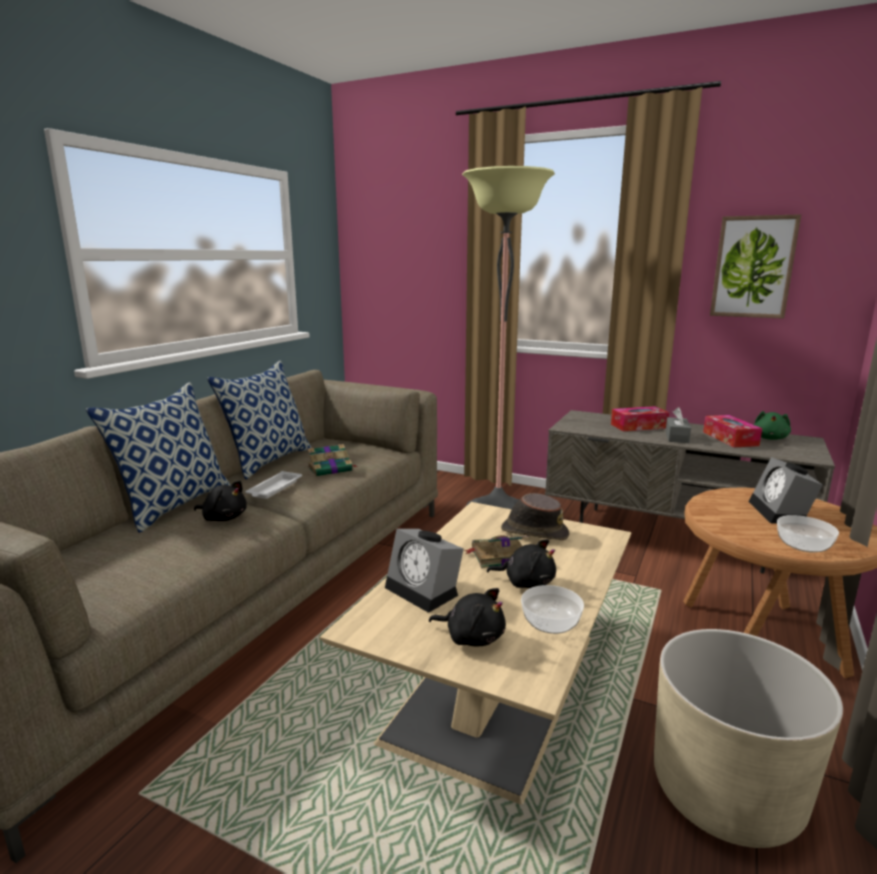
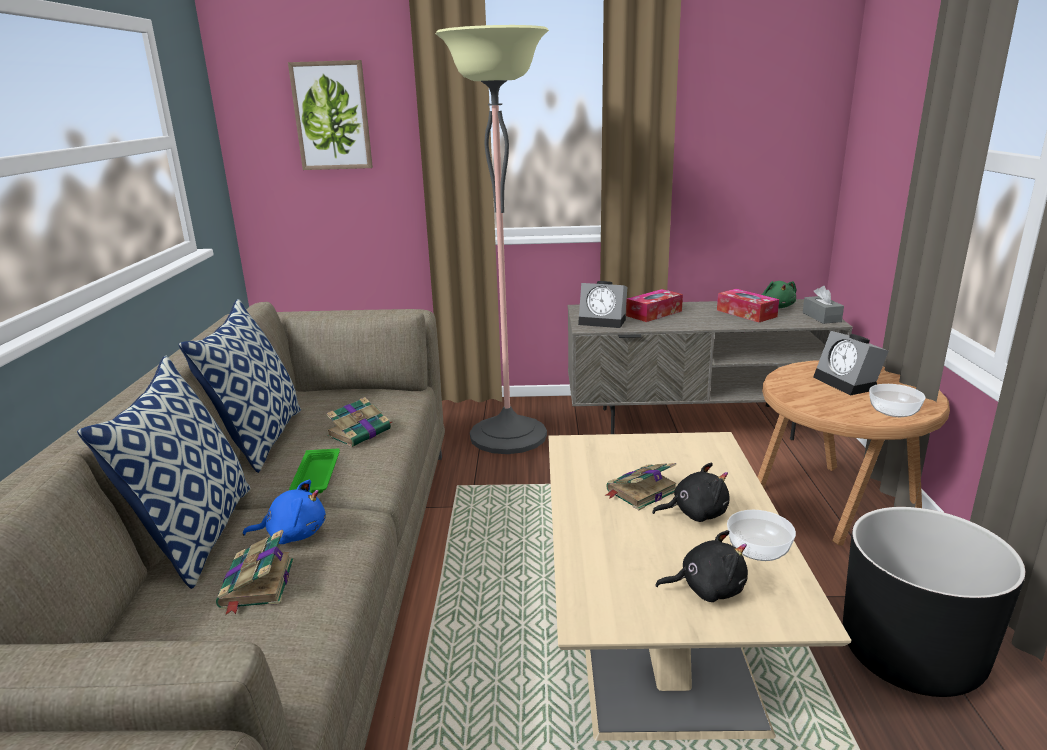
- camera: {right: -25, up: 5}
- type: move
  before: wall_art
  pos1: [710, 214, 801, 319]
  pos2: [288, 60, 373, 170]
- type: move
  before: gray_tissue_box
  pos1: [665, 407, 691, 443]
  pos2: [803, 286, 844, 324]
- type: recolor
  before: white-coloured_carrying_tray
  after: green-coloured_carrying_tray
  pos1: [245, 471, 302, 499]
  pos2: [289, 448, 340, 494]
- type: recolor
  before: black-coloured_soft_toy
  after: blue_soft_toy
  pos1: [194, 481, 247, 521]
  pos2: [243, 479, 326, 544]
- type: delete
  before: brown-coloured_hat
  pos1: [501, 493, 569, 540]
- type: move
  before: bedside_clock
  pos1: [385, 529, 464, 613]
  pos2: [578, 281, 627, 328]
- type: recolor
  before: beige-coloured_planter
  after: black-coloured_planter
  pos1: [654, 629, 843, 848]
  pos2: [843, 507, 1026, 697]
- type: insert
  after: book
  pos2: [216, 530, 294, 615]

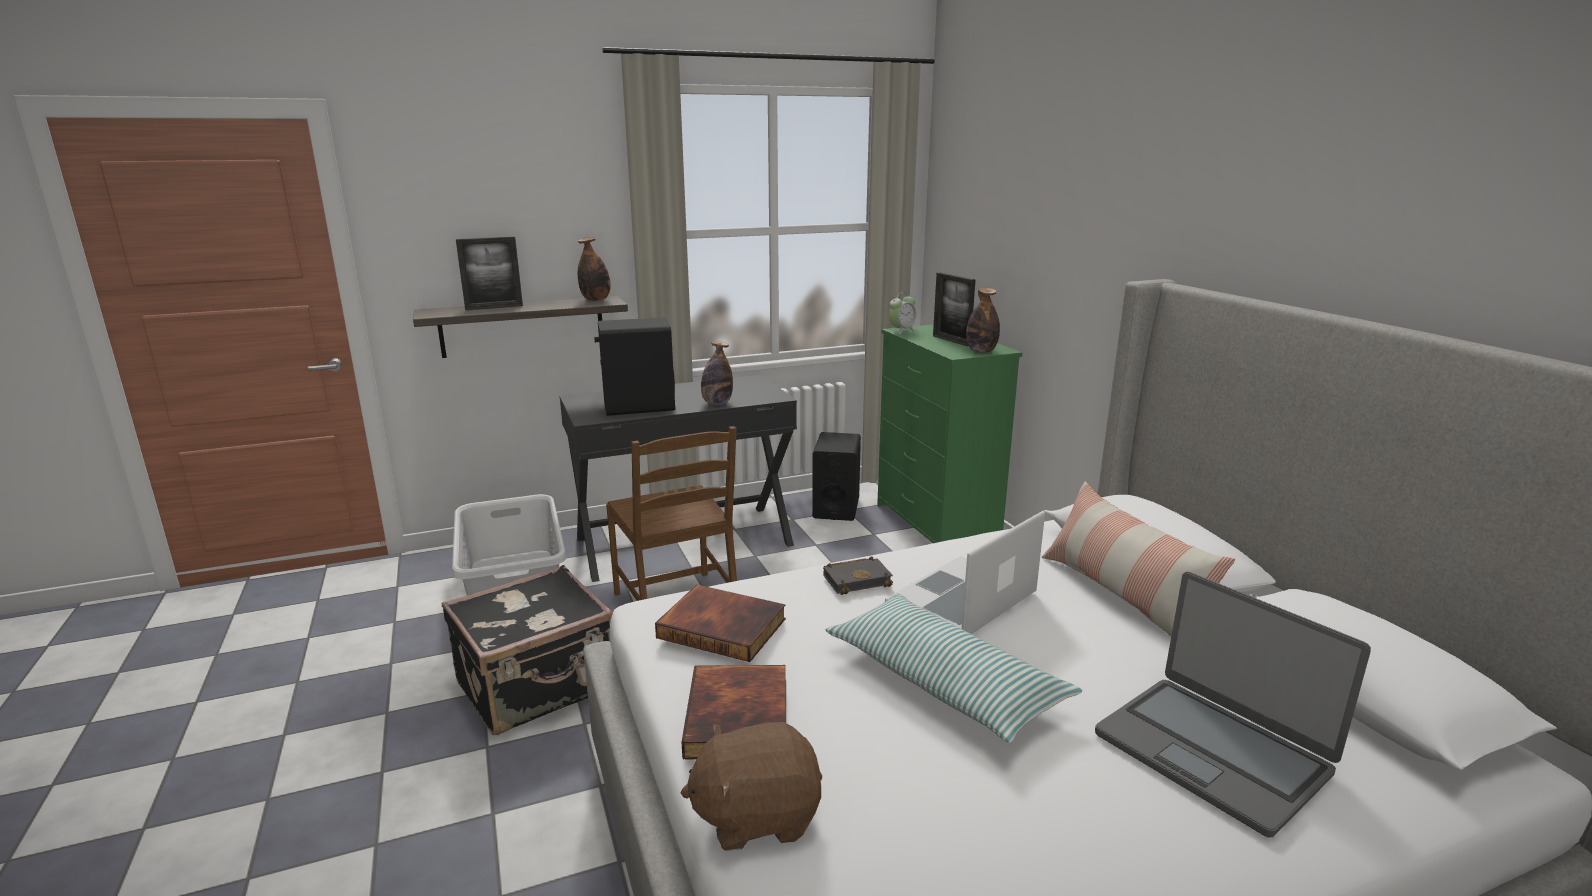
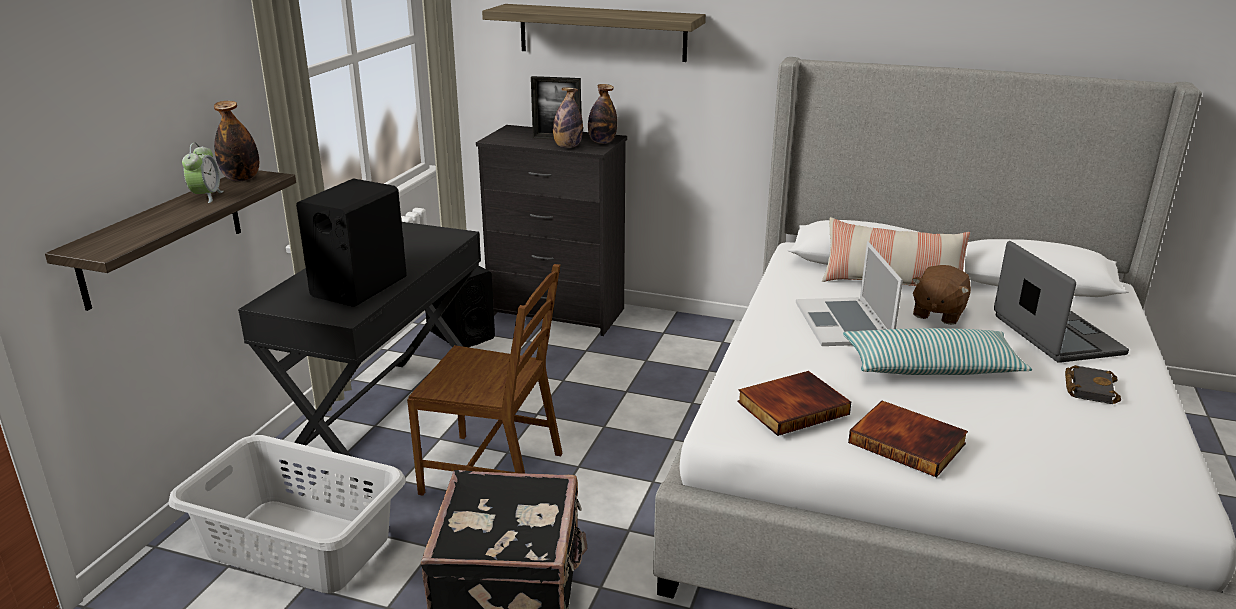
- camera: {right: -50, up: 5}
- type: delete
  before: standing_frame
  pos1: [456, 236, 523, 310]
- type: move
  before: bedside_clock
  pos1: [889, 292, 916, 334]
  pos2: [182, 143, 224, 203]
- type: recolor
  before: green-coloured_dresser
  after: black-coloured_dresser
  pos1: [877, 324, 1022, 543]
  pos2: [476, 125, 627, 336]
- type: move
  before: bottle
  pos1: [701, 341, 733, 405]
  pos2: [553, 87, 583, 148]
- type: move
  before: black-coloured_book
  pos1: [823, 556, 893, 595]
  pos2: [1065, 365, 1121, 404]
- type: rotate
  before: portable_computer
  pos1: [1095, 572, 1371, 838]
  pos2: [994, 241, 1129, 363]
  turn: -105
- type: move
  before: brown-coloured_soft_toy
  pos1: [681, 722, 822, 851]
  pos2: [912, 265, 971, 325]
- type: insert
  after: wall_shelf
  pos2: [482, 4, 706, 62]

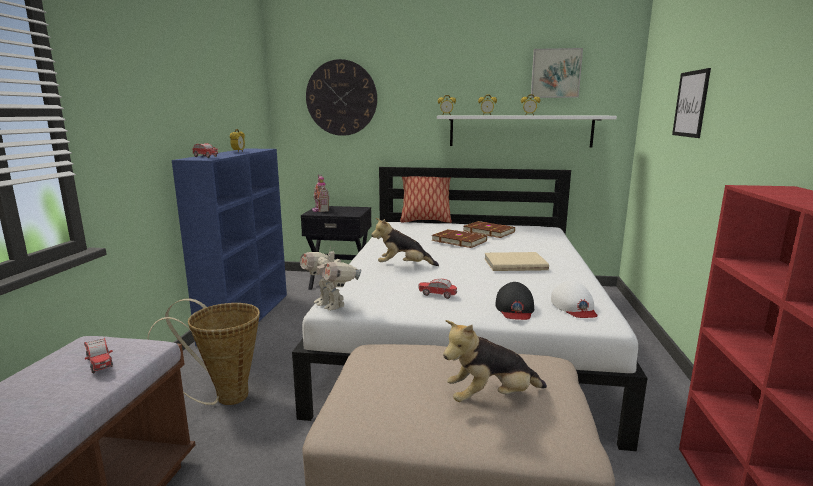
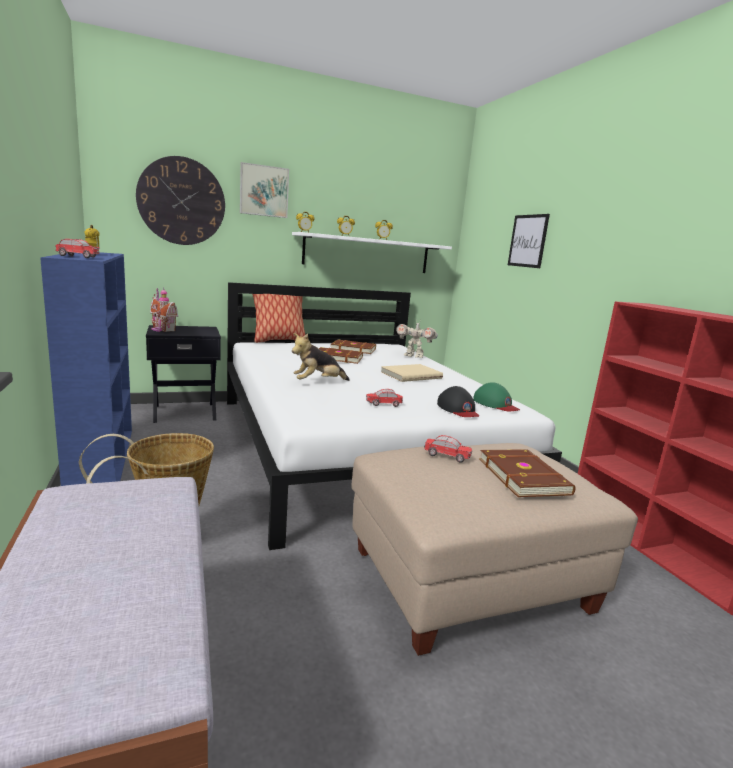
- camera: {right: -30, up: 0}
- type: move
  before: wall_art
  pos1: [531, 48, 583, 98]
  pos2: [240, 162, 289, 218]
- type: move
  before: toy_robot
  pos1: [300, 245, 361, 310]
  pos2: [396, 322, 438, 358]
- type: recolor
  before: white-coloured_baseball_cap
  after: green-coloured_baseball_cap
  pos1: [551, 281, 598, 318]
  pos2: [473, 382, 520, 411]
- type: replace
  before: soft_toy
  after: brown-coloured_book
  pos1: [443, 320, 547, 402]
  pos2: [479, 449, 575, 497]
- type: move
  before: miniature_car
  pos1: [84, 338, 113, 373]
  pos2: [424, 435, 472, 463]

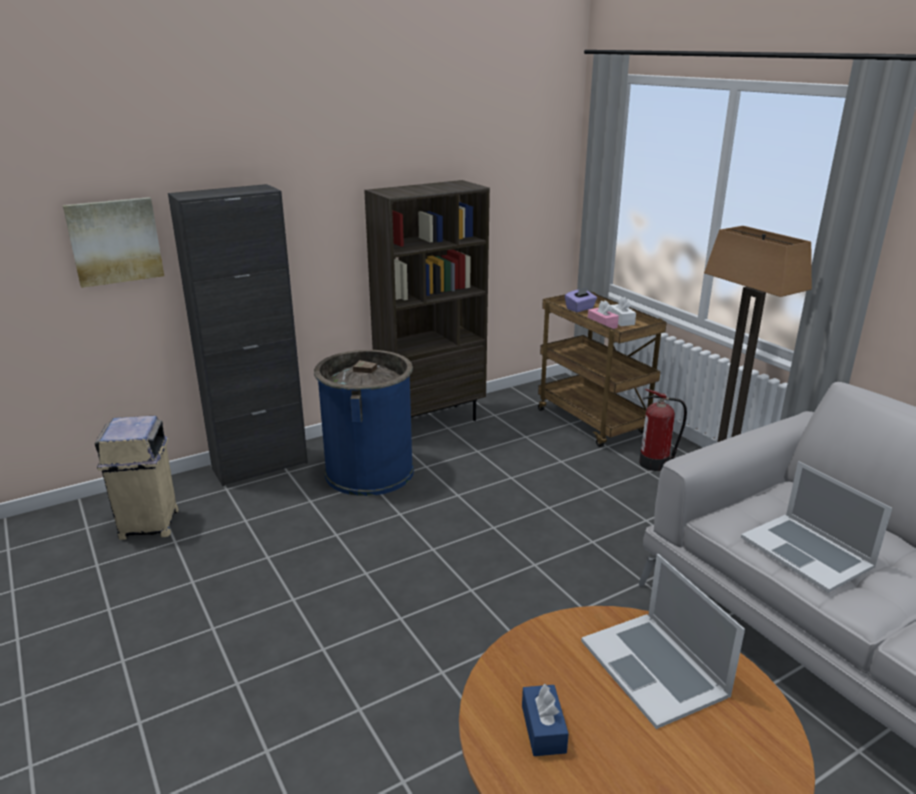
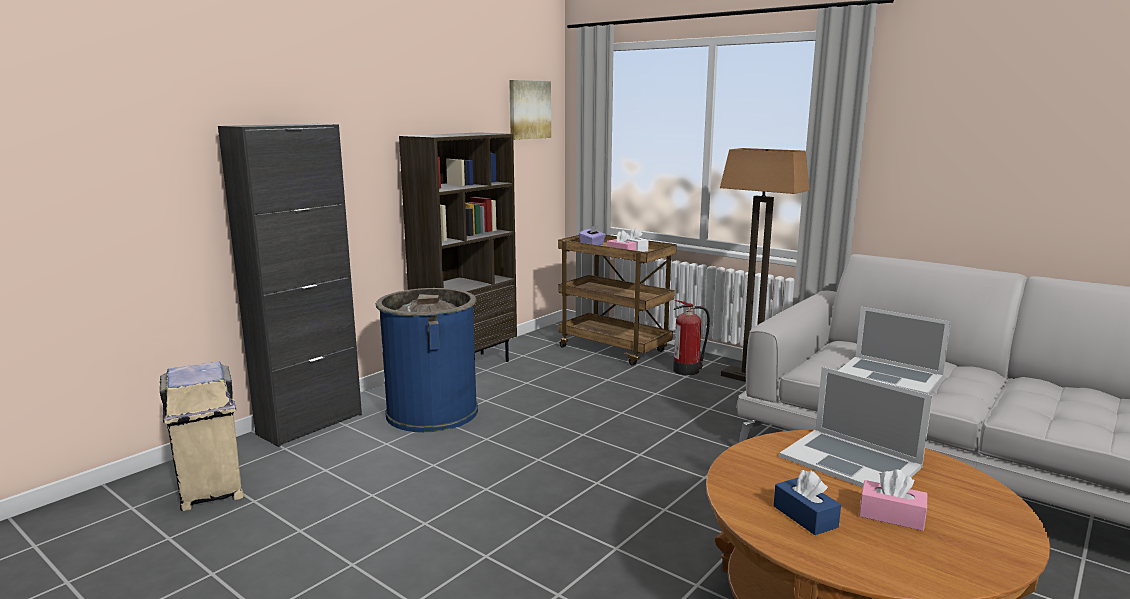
- camera: {right: -20, up: -10}
- type: move
  before: wall_art
  pos1: [63, 197, 164, 288]
  pos2: [509, 80, 551, 140]
- type: insert
  after: pink-coloured_tissue_box
  pos2: [859, 469, 927, 531]

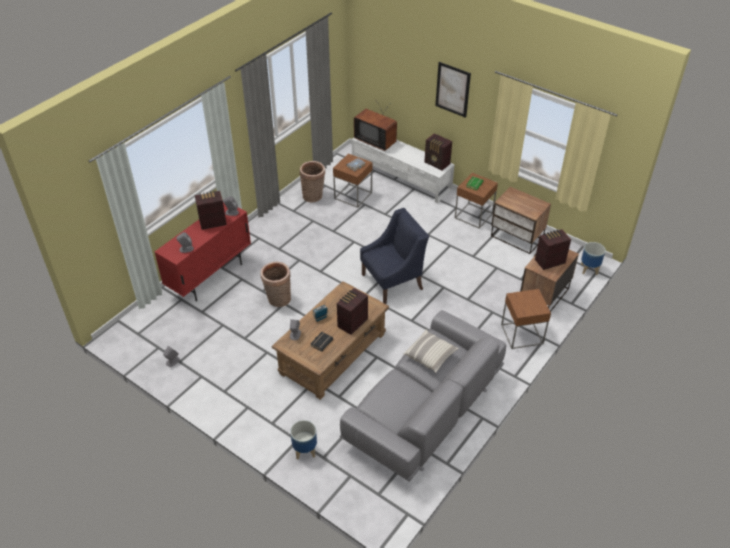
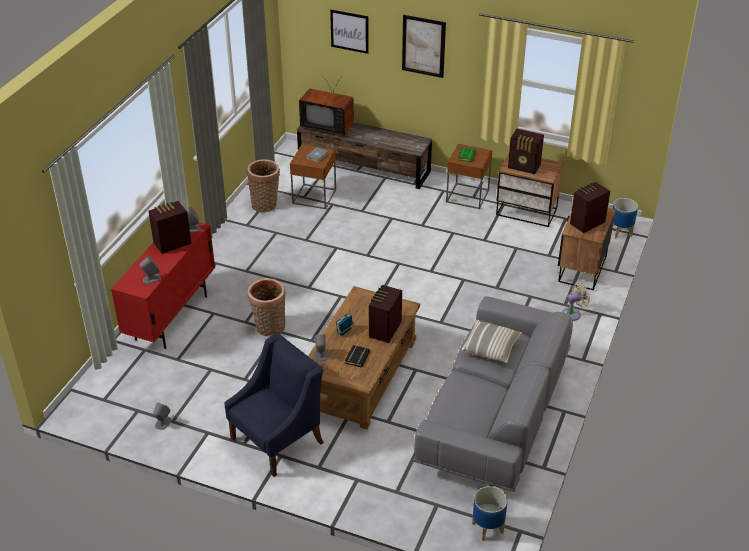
- camera: {right: -15, up: -5}
- type: move
  before: radio_set
  pos1: [425, 133, 452, 170]
  pos2: [508, 128, 544, 174]
- type: recolor
  before: white-coloured_media_console
  after: brown-coloured_media_console
  pos1: [352, 138, 455, 203]
  pos2: [297, 122, 432, 189]
- type: move
  before: blue_armchair
  pos1: [360, 208, 429, 304]
  pos2: [224, 333, 324, 477]
- type: replace
  before: brown-coloured_end_table
  after: beige-coloured_fan
  pos1: [501, 289, 551, 349]
  pos2: [562, 283, 590, 321]
- type: move
  before: planter
  pos1: [290, 420, 317, 460]
  pos2: [472, 486, 508, 541]
- type: insert
  after: wall_art
  pos2: [330, 10, 369, 54]

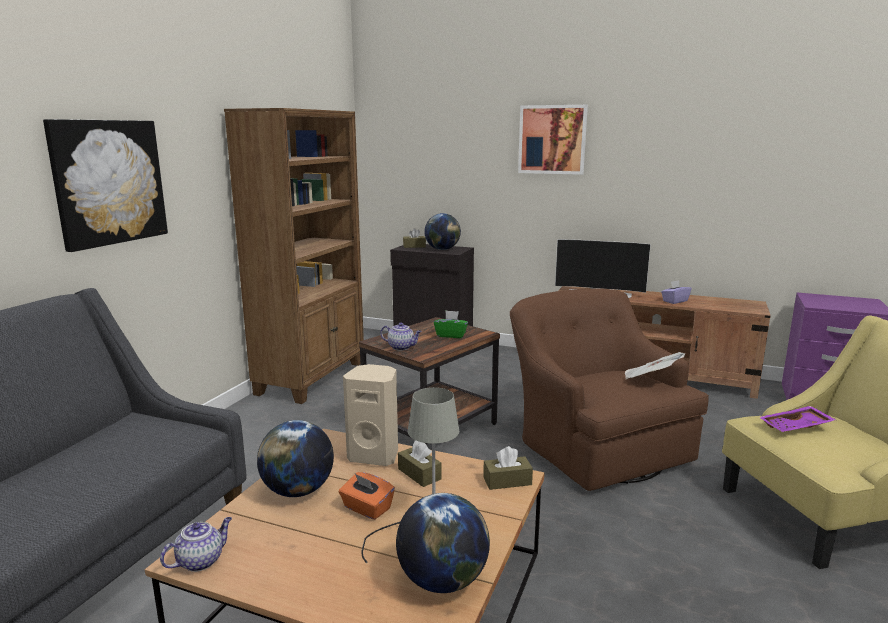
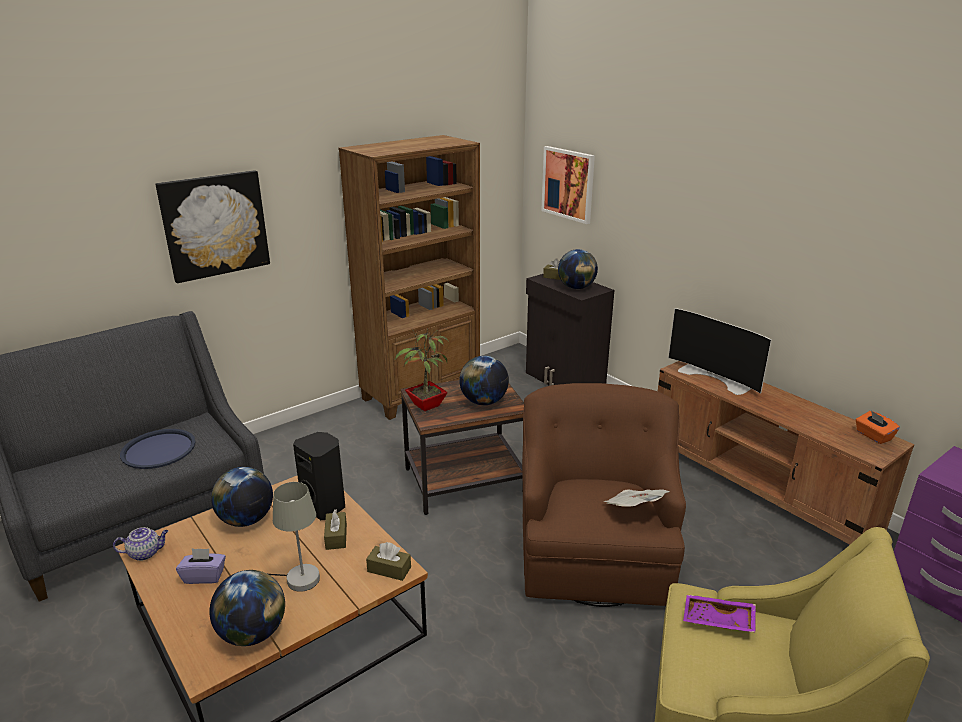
- camera: {right: 30, up: 10}
- type: move
  before: wall_art
  pos1: [518, 105, 588, 175]
  pos2: [541, 146, 595, 224]
- type: move
  before: purple_tissue_box
  pos1: [661, 280, 691, 304]
  pos2: [176, 548, 226, 584]
- type: replace
  before: green-coloured_tissue_box
  after: desk_globe
  pos1: [434, 311, 468, 338]
  pos2: [459, 356, 509, 405]
- type: replace
  before: tea_pot
  after: plant_in_a_pot
  pos1: [381, 322, 422, 351]
  pos2: [394, 328, 449, 411]
- type: recolor
  before: beige-coloured_loudspeaker
  after: black-coloured_loudspeaker
  pos1: [343, 364, 398, 466]
  pos2: [293, 432, 345, 520]
- type: move
  before: orangey_tissue_box
  pos1: [339, 472, 395, 520]
  pos2: [856, 411, 900, 444]
- type: insert
  after: blue_carrying_tray
  pos2: [120, 429, 196, 469]

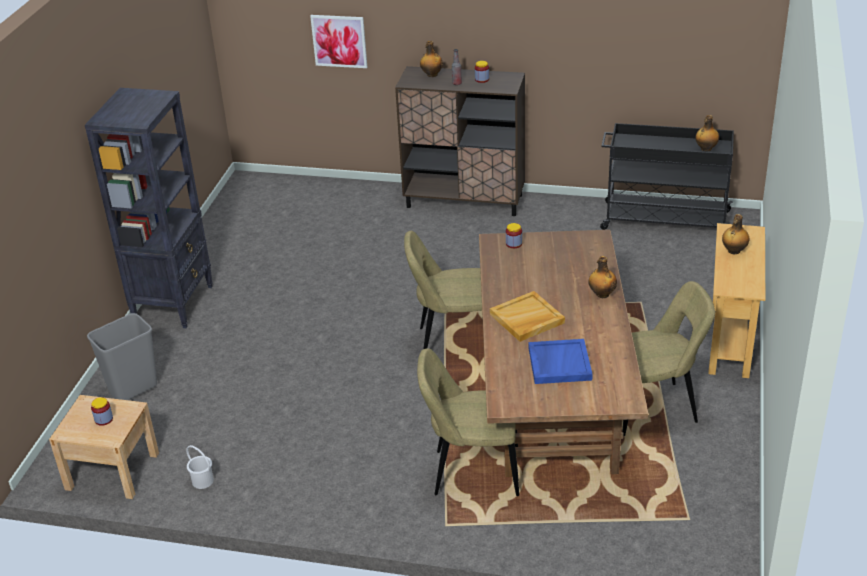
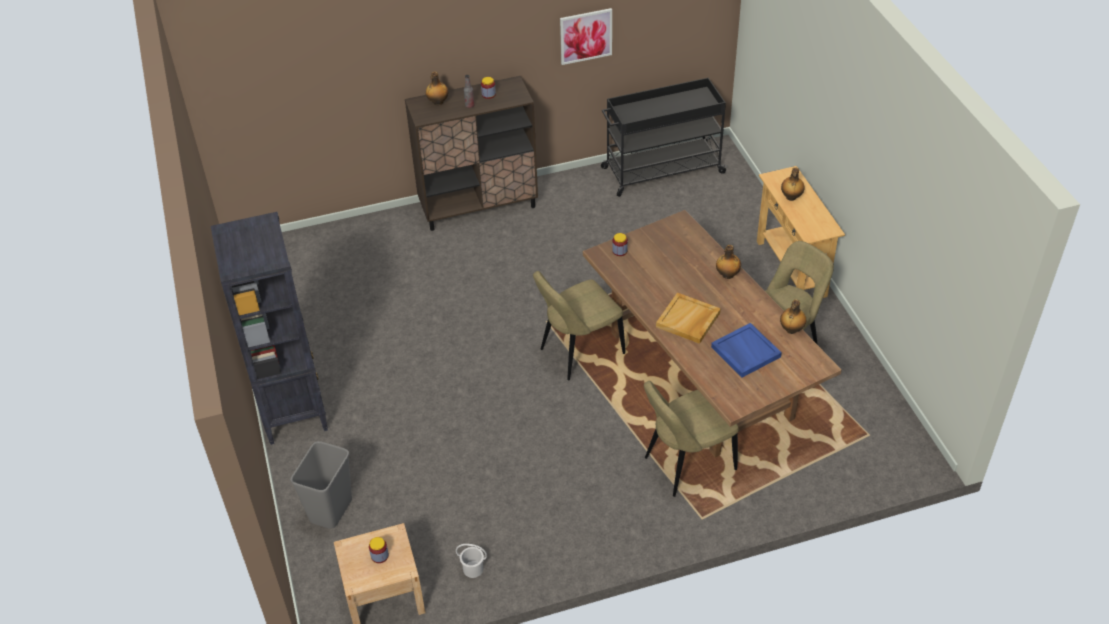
- camera: {right: -30, up: 10}
- type: move
  before: wall_art
  pos1: [310, 15, 367, 68]
  pos2: [560, 8, 612, 65]
- type: move
  before: bottle
  pos1: [695, 115, 719, 151]
  pos2: [780, 299, 806, 334]

